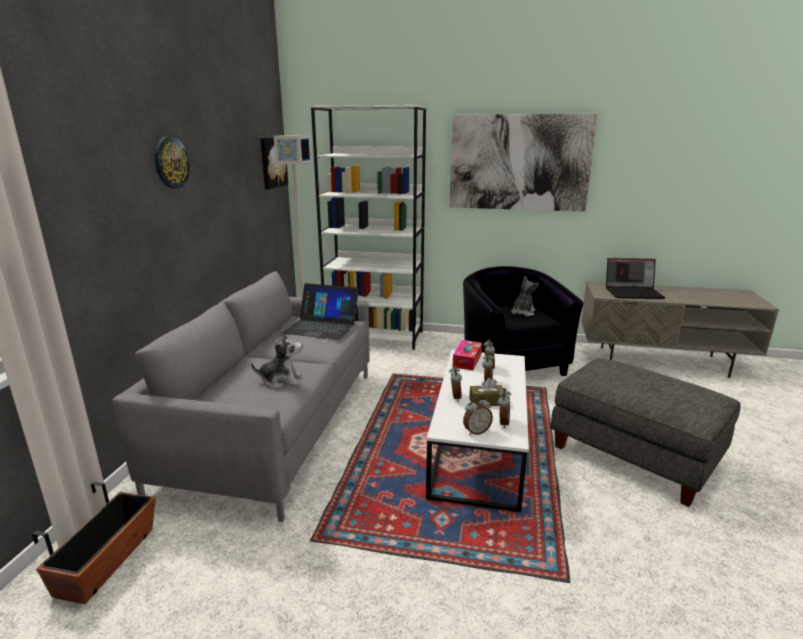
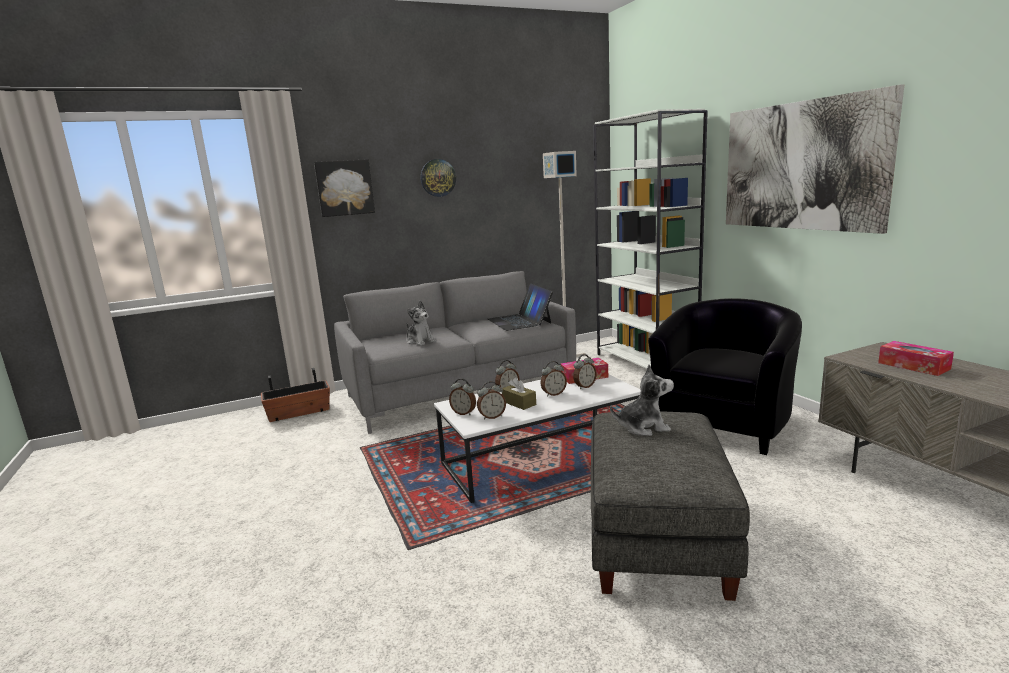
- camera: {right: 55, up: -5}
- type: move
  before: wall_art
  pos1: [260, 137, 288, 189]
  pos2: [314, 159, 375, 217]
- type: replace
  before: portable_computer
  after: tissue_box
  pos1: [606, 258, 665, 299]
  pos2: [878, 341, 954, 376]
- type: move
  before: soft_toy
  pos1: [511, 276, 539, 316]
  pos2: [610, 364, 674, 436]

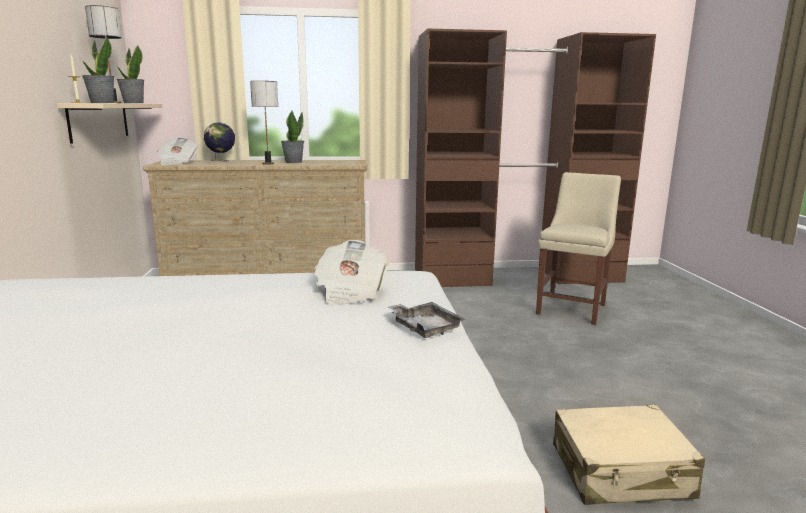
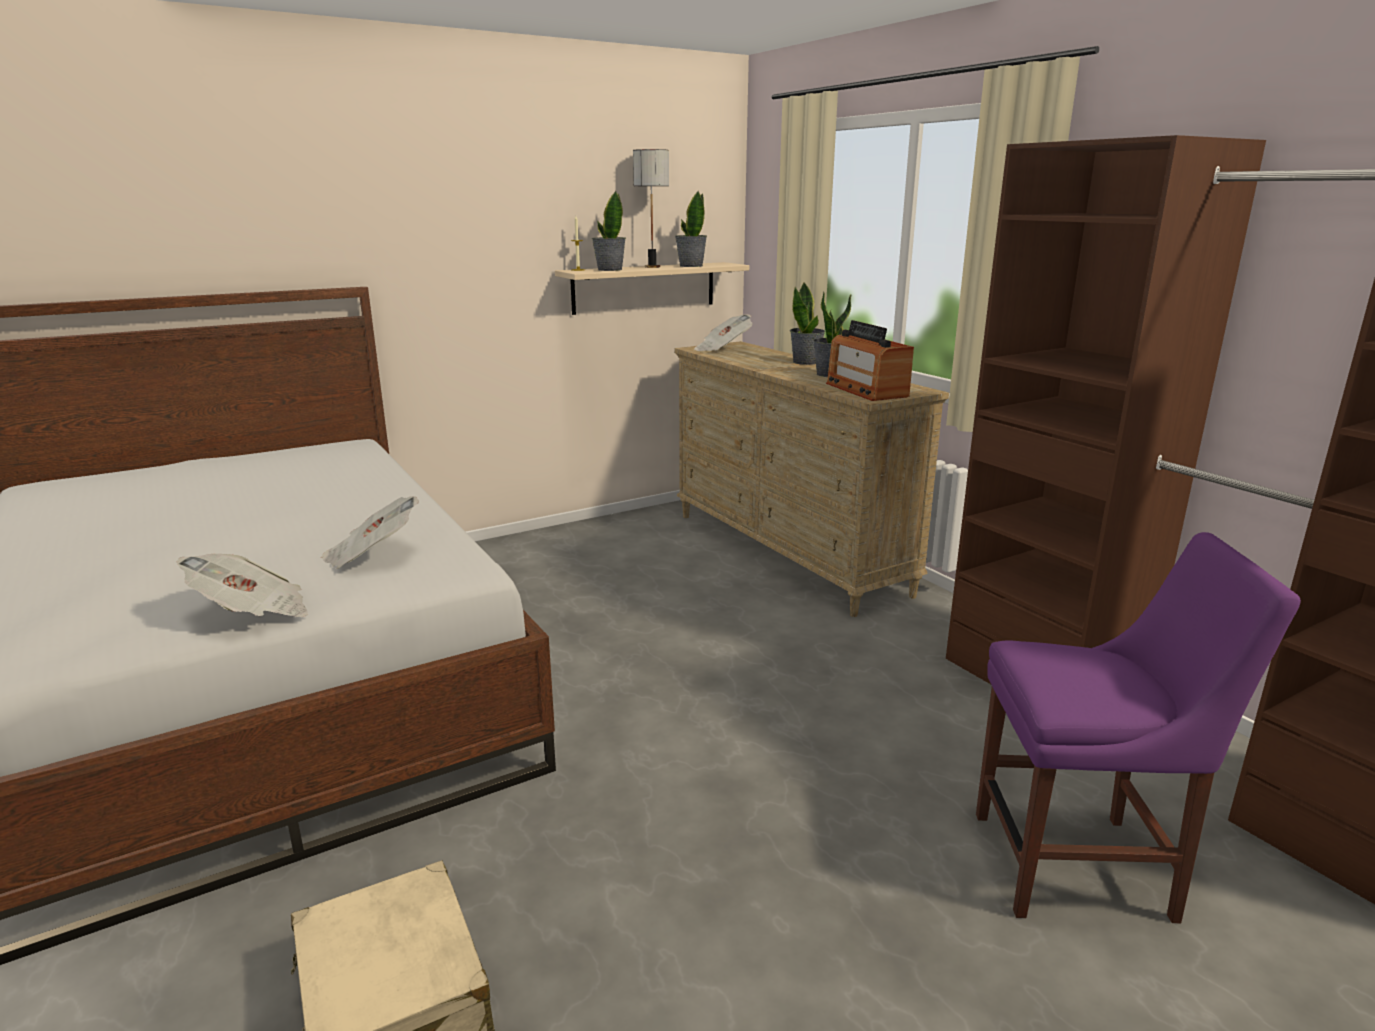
- camera: {right: 65, up: 5}
- type: delete
  before: tabletop_lamp
  pos1: [250, 81, 278, 165]
- type: delete
  before: desk_globe
  pos1: [204, 122, 235, 162]
- type: recolor
  before: beige-coloured_chair
  after: purple_chair
  pos1: [536, 172, 621, 325]
  pos2: [976, 532, 1301, 923]
- type: replace
  before: gray_carrying_tray
  after: daily_paper
  pos1: [388, 302, 466, 338]
  pos2: [176, 554, 308, 617]
- type: insert
  after: plant_in_a_pot
  pos2: [790, 282, 825, 365]
- type: insert
  after: radio_set
  pos2: [826, 320, 914, 401]

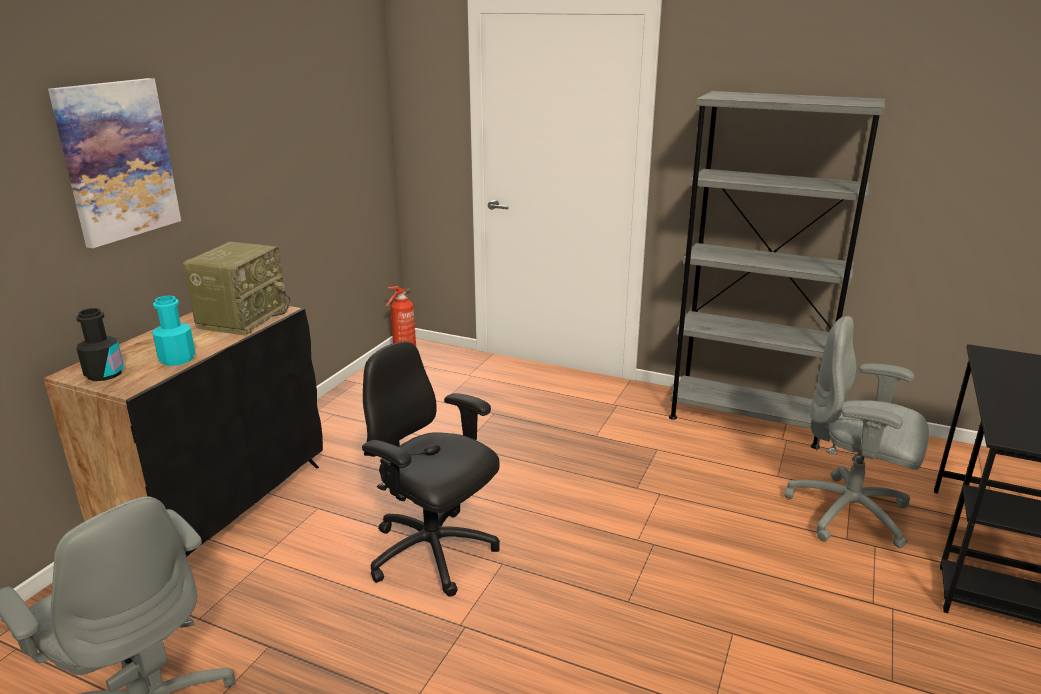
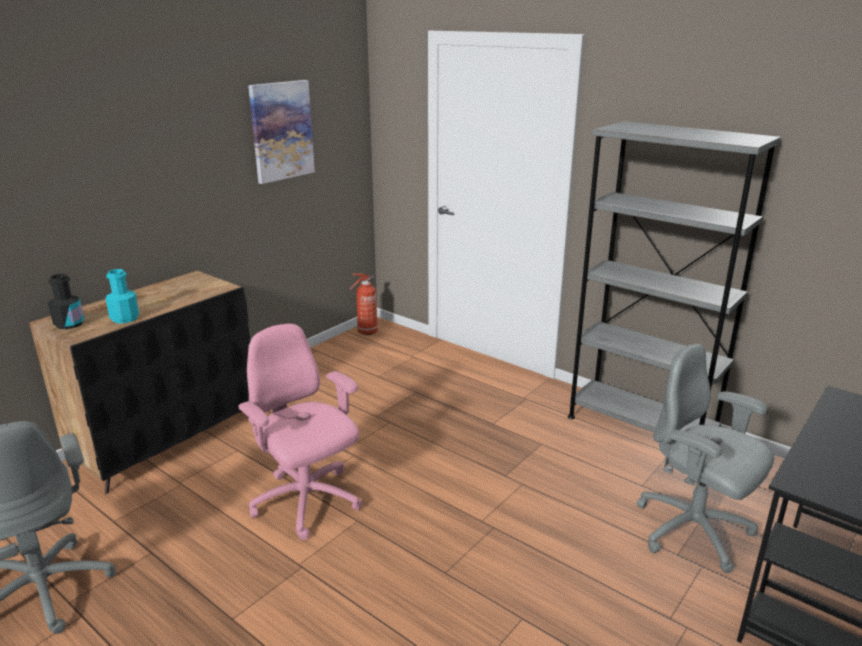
- camera: {right: 15, up: 0}
- type: move
  before: wall_art
  pos1: [48, 78, 181, 248]
  pos2: [248, 80, 315, 184]
- type: delete
  before: radio_set
  pos1: [183, 242, 290, 336]
- type: recolor
  before: black-coloured_desk_chair
  after: pink-coloured_desk_chair
  pos1: [362, 341, 500, 597]
  pos2: [238, 324, 362, 540]

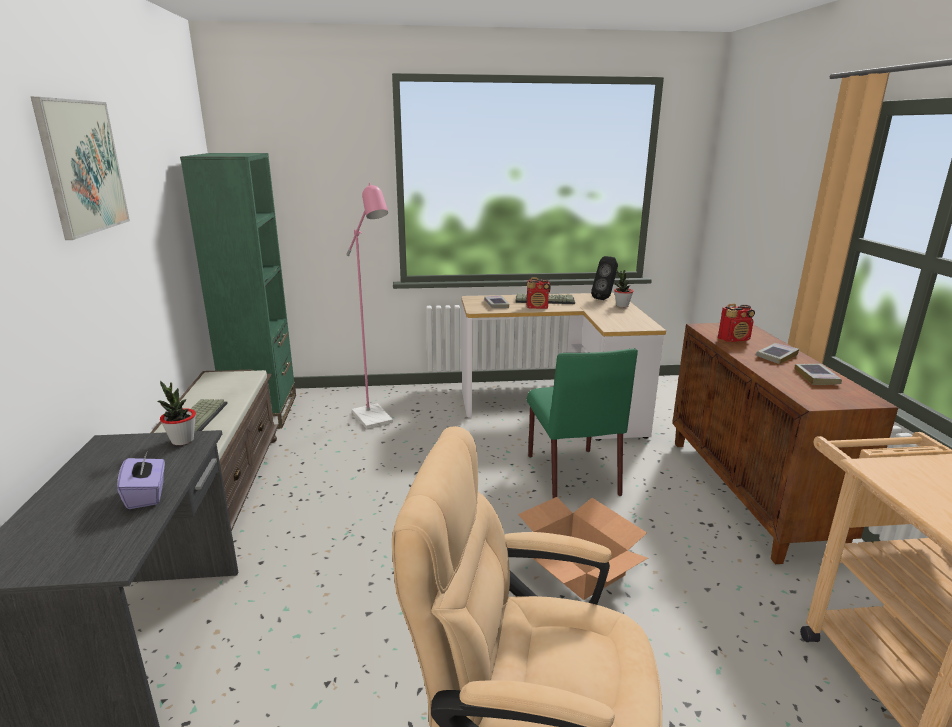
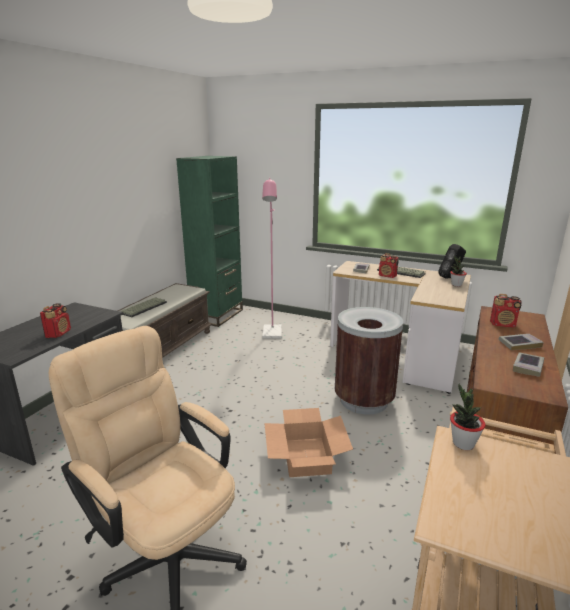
- camera: {right: 30, up: 0}
- type: delete
  before: wall_art
  pos1: [31, 97, 130, 240]
- type: replace
  before: green-coloured_chair
  after: brown-coloured_waste_bin
  pos1: [527, 348, 638, 499]
  pos2: [335, 307, 403, 415]
- type: move
  before: plant_in_a_pot
  pos1: [157, 380, 196, 445]
  pos2: [450, 383, 486, 450]
- type: replace
  before: purple_tissue_box
  after: radio_set
  pos1: [117, 450, 165, 509]
  pos2: [40, 303, 71, 338]

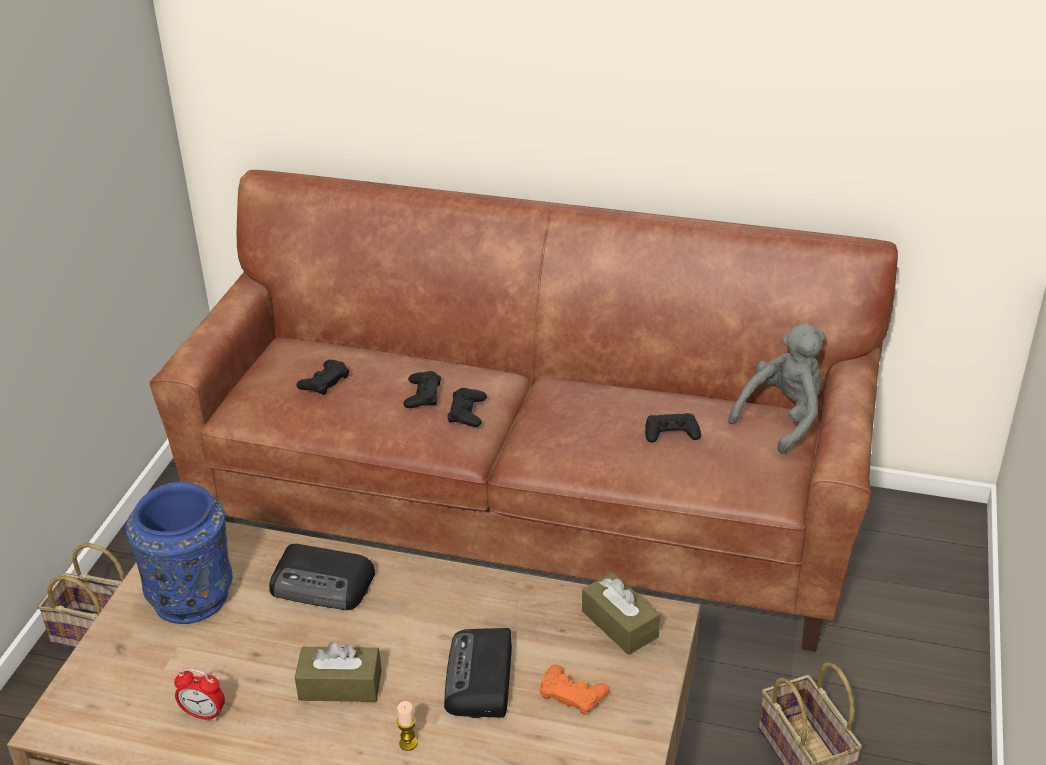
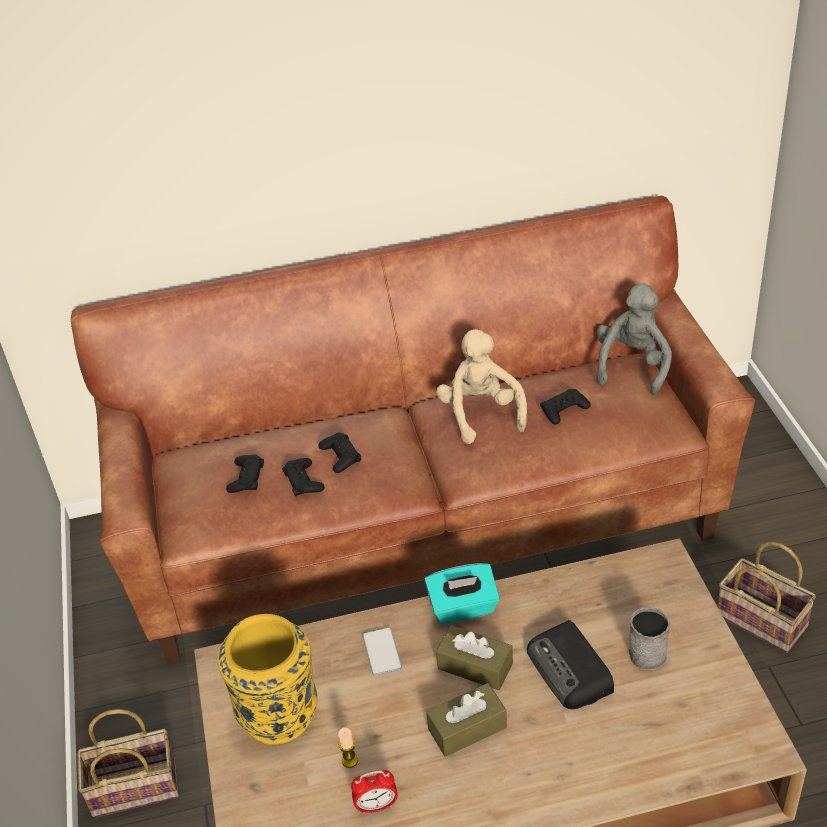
- camera: {right: -25, up: 5}
- type: move
  before: black-coloured_joypad
  pos1: [448, 388, 487, 427]
  pos2: [282, 458, 325, 496]
- type: recolor
  before: blue_vase
  after: yellow_vase
  pos1: [126, 482, 233, 624]
  pos2: [218, 614, 318, 745]
- type: replace
  before: radio_set
  after: telephone
  pos1: [269, 544, 375, 610]
  pos2: [363, 627, 402, 676]
- type: move
  before: brown-coloured_tissue_box
  pos1: [582, 572, 660, 655]
  pos2: [436, 625, 513, 690]
- type: replace
  before: orangey_joypad
  after: gray_coffee_mug
  pos1: [540, 664, 610, 715]
  pos2: [629, 607, 670, 670]
- type: move
  before: wax_light
  pos1: [397, 701, 418, 751]
  pos2: [338, 727, 358, 768]
- type: insert
  after: beige-coloured_soft_toy
  pos2: [436, 329, 527, 444]
- type: insert
  after: blue-green_tissue_box
  pos2: [425, 563, 500, 624]

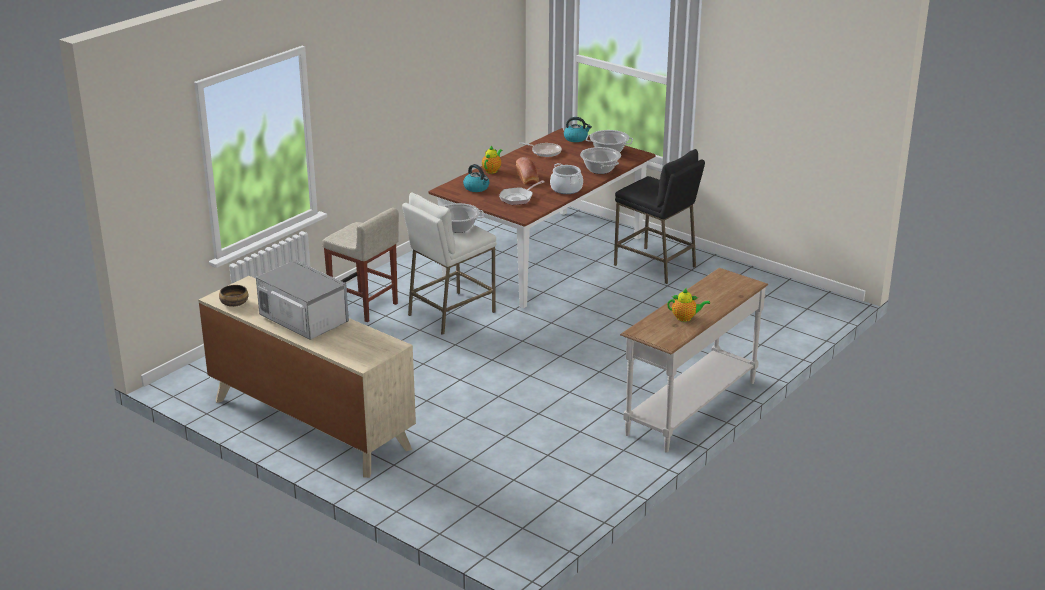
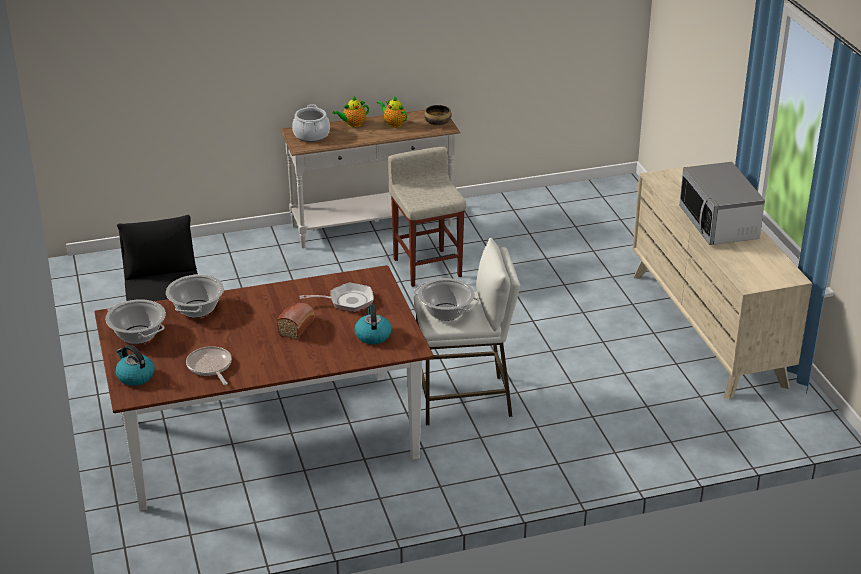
- camera: {right: -145, up: 5}
- type: move
  before: tea_pot
  pos1: [482, 145, 502, 174]
  pos2: [332, 96, 369, 127]
- type: move
  before: cooking_pot
  pos1: [550, 163, 583, 194]
  pos2: [292, 104, 330, 142]
- type: move
  before: beige-coloured_sitting_stool
  pos1: [322, 208, 399, 322]
  pos2: [388, 147, 466, 287]
- type: move
  before: serving_bowl
  pos1: [219, 285, 248, 307]
  pos2: [424, 105, 452, 125]

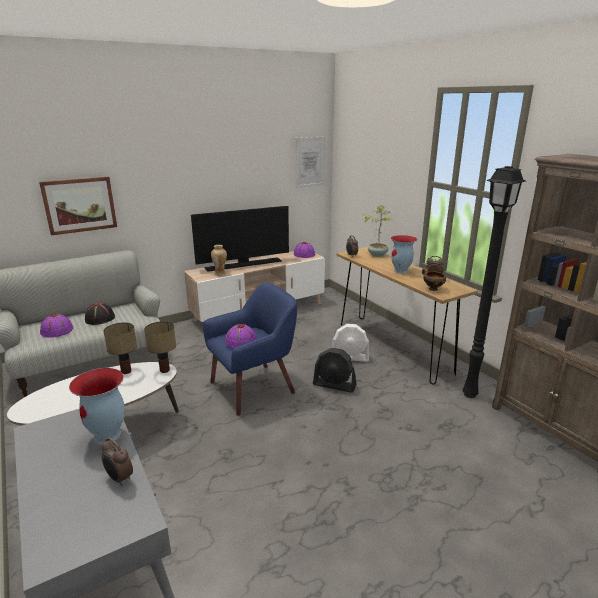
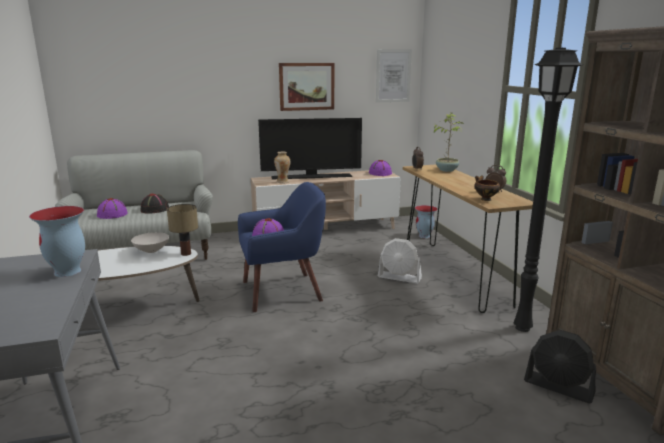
- camera: {right: 15, up: -5}
- type: move
  before: wall_art
  pos1: [39, 177, 117, 236]
  pos2: [279, 63, 334, 111]
- type: move
  before: vase
  pos1: [391, 235, 417, 274]
  pos2: [415, 205, 438, 238]
- type: replace
  before: tabletop_lamp
  after: white-coloured_serving_bowl
  pos1: [104, 322, 137, 374]
  pos2: [131, 232, 169, 253]
- type: move
  before: black-coloured_fan
  pos1: [313, 348, 357, 392]
  pos2: [524, 330, 596, 403]
- type: delete
  before: bedside_clock
  pos1: [102, 437, 133, 486]

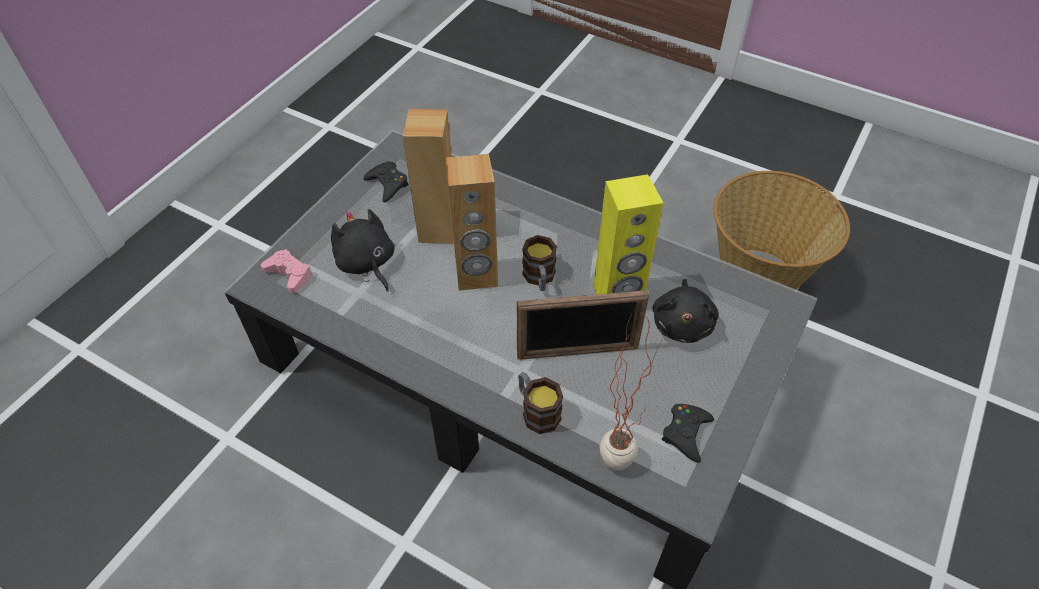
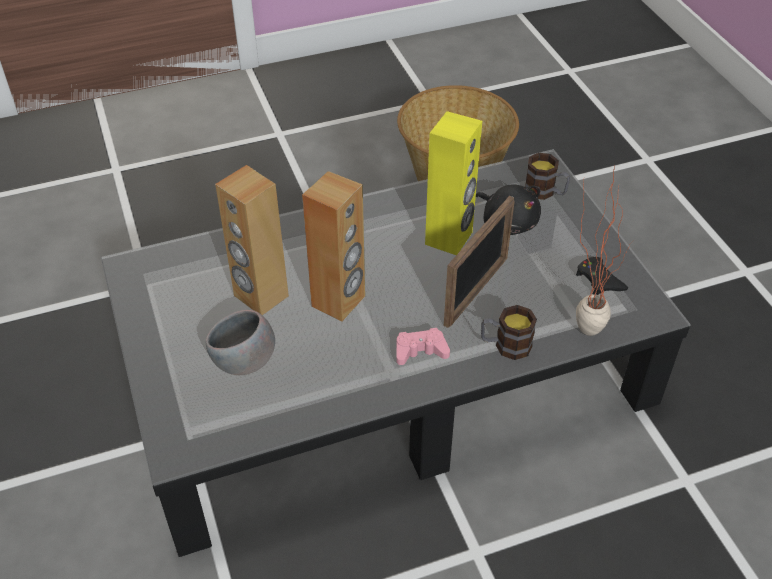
- camera: {right: -50, up: -5}
- type: delete
  before: black-coloured_joypad
  pos1: [363, 161, 408, 202]
- type: replace
  before: black-coloured_soft_toy
  after: gray_serving_bowl
  pos1: [331, 209, 394, 292]
  pos2: [206, 310, 275, 375]
- type: move
  before: coffee_mug
  pos1: [522, 235, 557, 291]
  pos2: [525, 153, 570, 200]
- type: move
  before: pink-coloured_joypad
  pos1: [261, 249, 312, 293]
  pos2: [396, 328, 450, 365]

